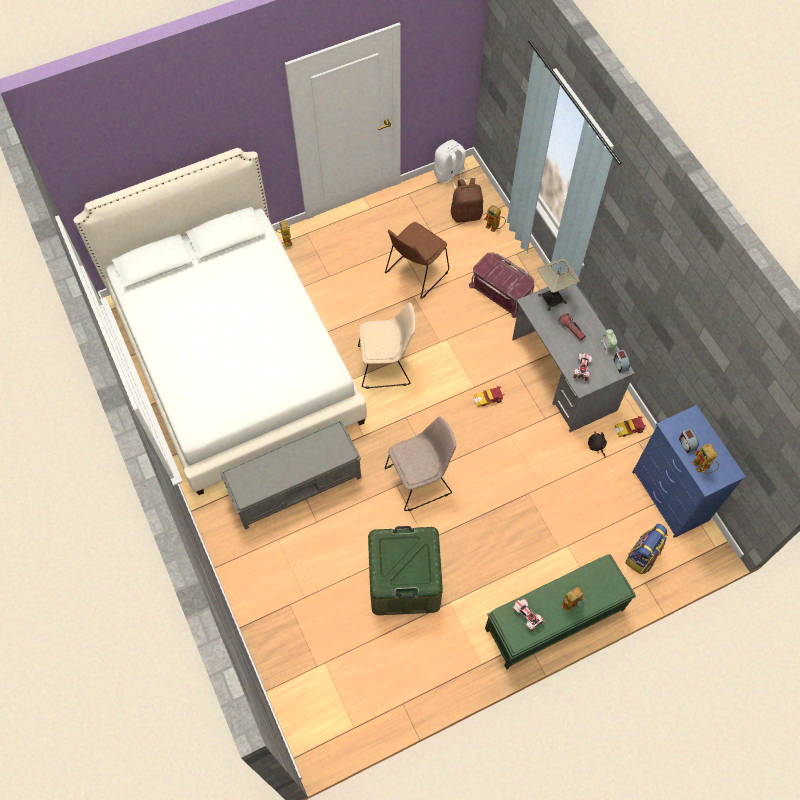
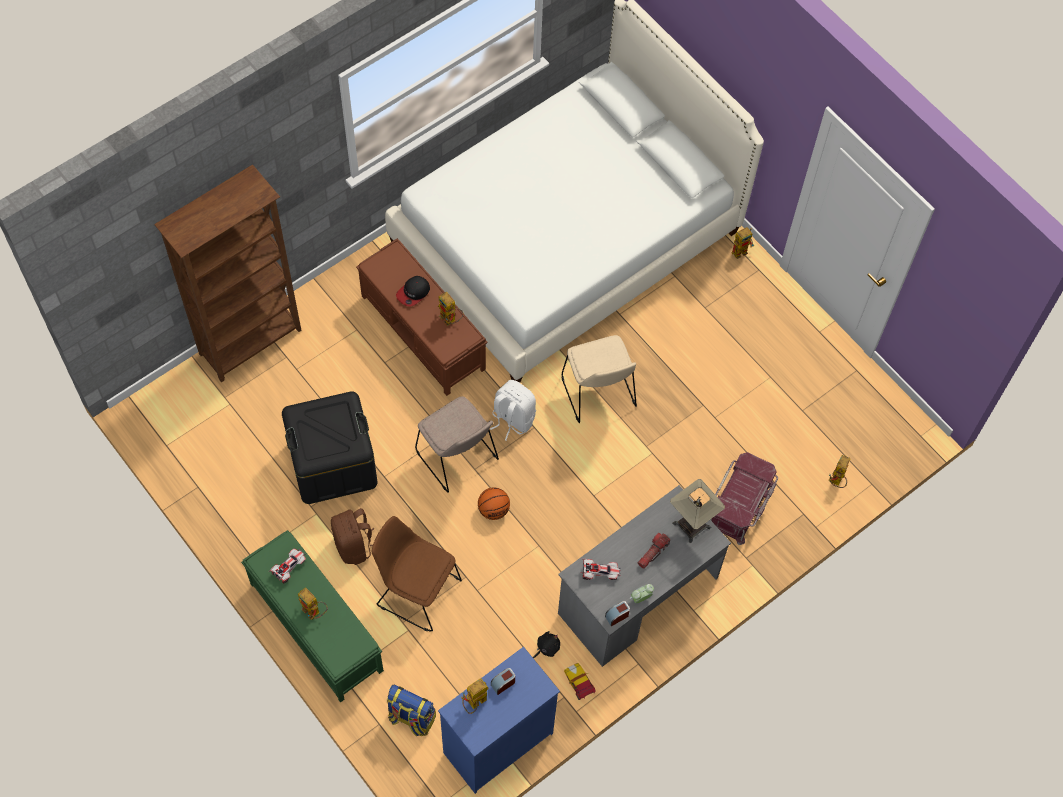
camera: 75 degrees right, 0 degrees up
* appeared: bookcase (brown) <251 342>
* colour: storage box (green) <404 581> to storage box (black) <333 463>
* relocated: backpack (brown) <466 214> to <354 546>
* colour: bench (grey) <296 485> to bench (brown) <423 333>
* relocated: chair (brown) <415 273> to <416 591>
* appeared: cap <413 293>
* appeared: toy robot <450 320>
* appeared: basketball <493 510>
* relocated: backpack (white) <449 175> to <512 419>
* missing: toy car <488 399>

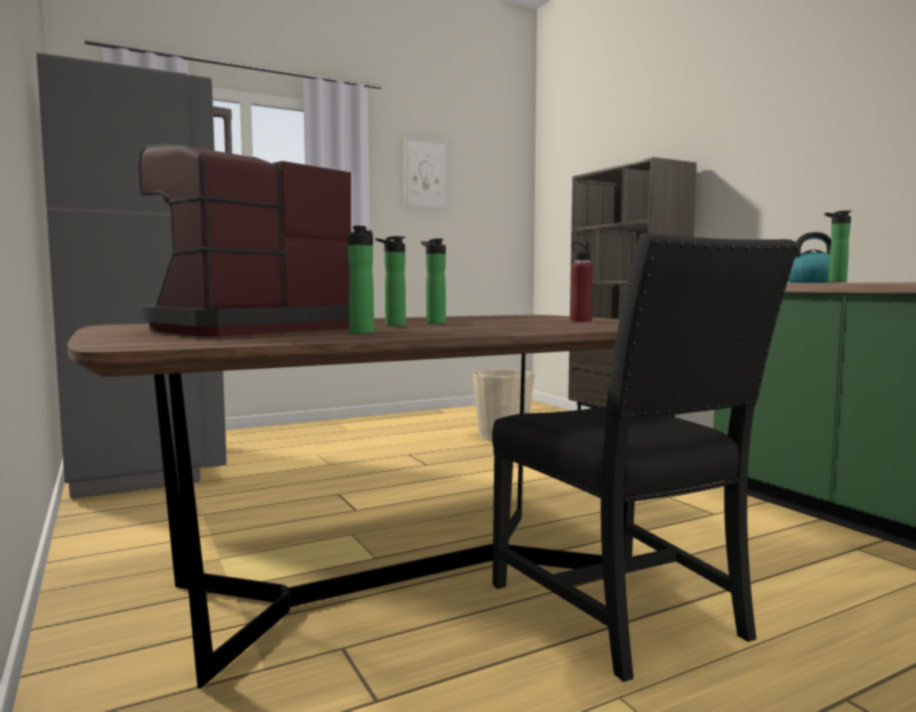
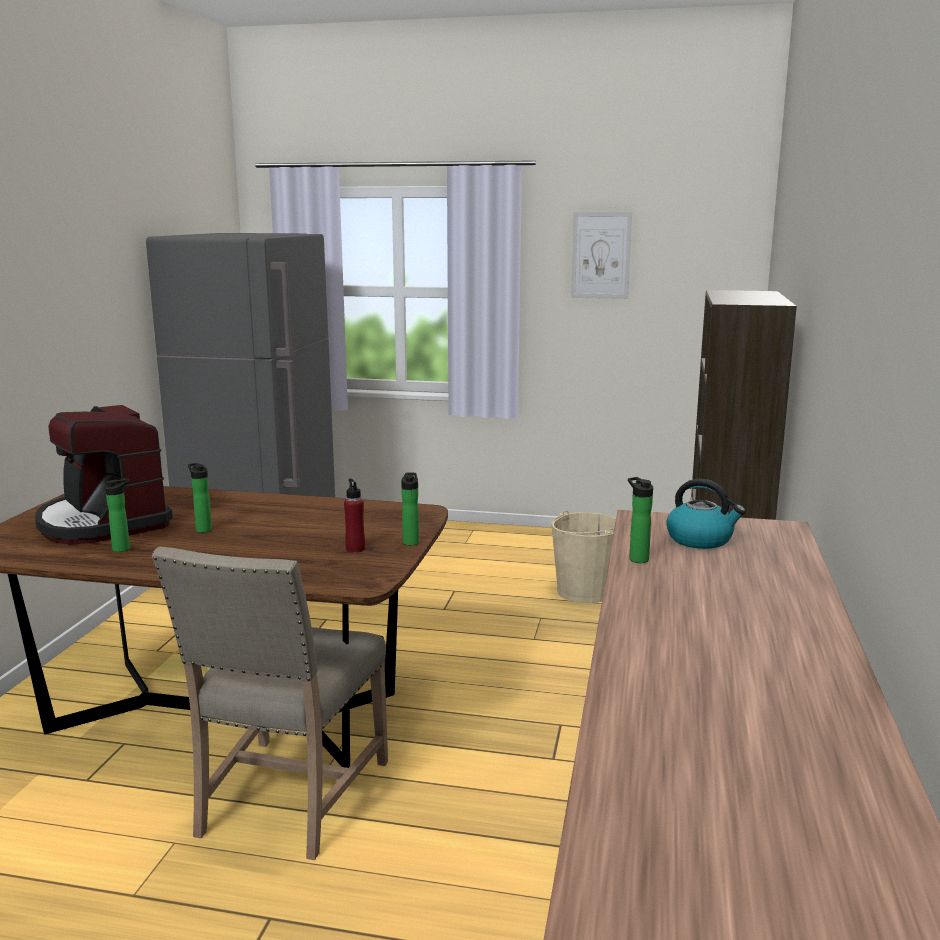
camera: 40 degrees right, 10 degrees up
* spun: coffee machine <247 330> = <103 523> 120 degrees counterclockwise
* colour: chair (black) <624 612> to chair (beige) <288 799>
* relocated: bottle <434 323> to <411 542>

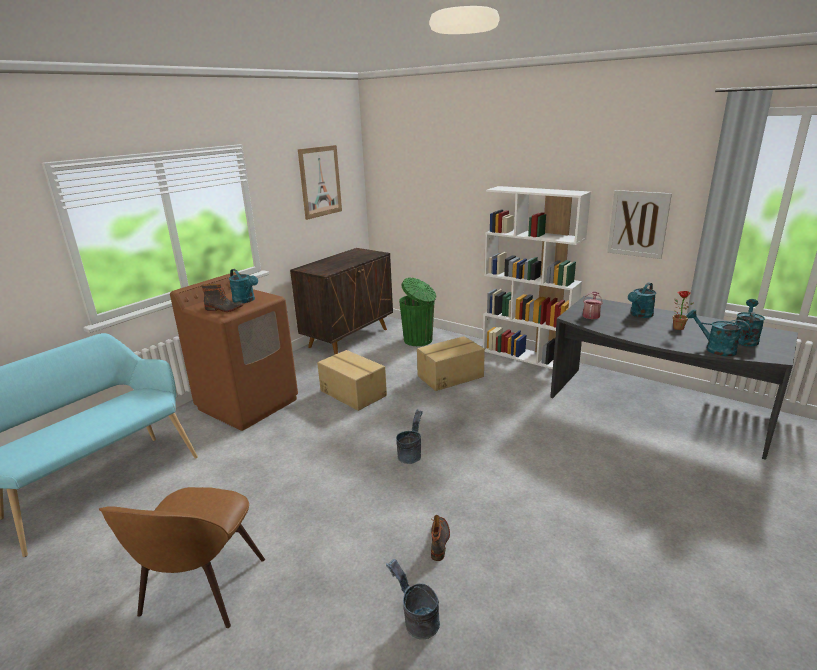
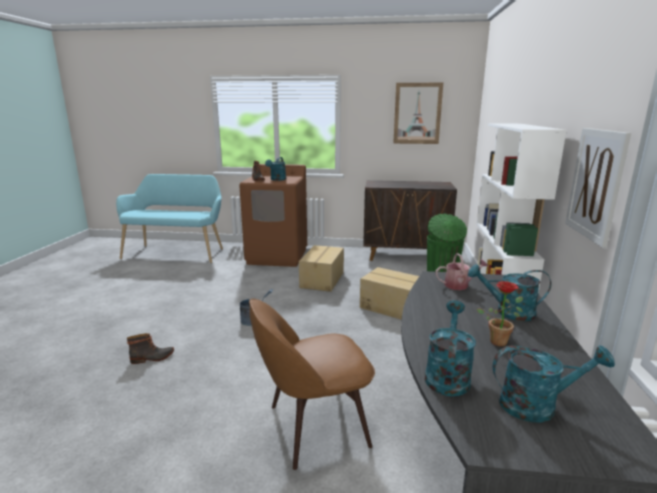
camera: 60 degrees right, 5 degrees down
* relocated: chair (brown) <201 590> to <313 426>
* missing: bucket (grey) <416 620>

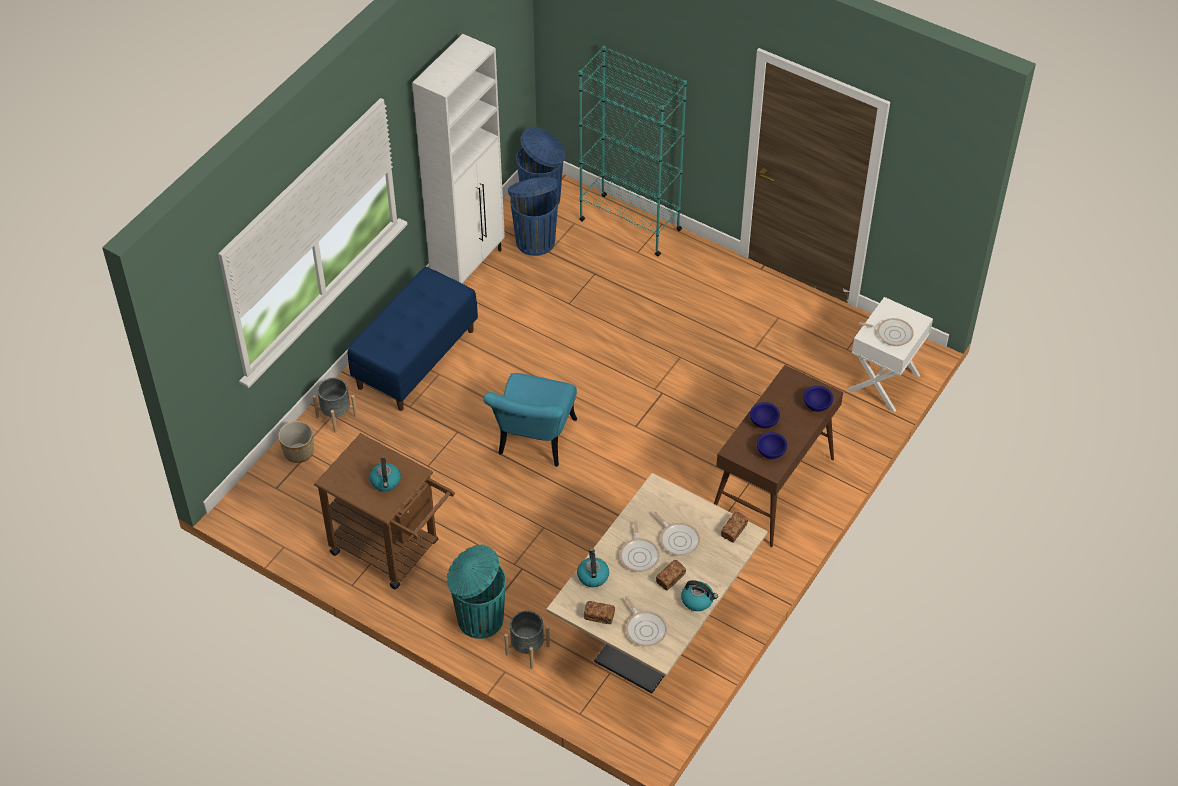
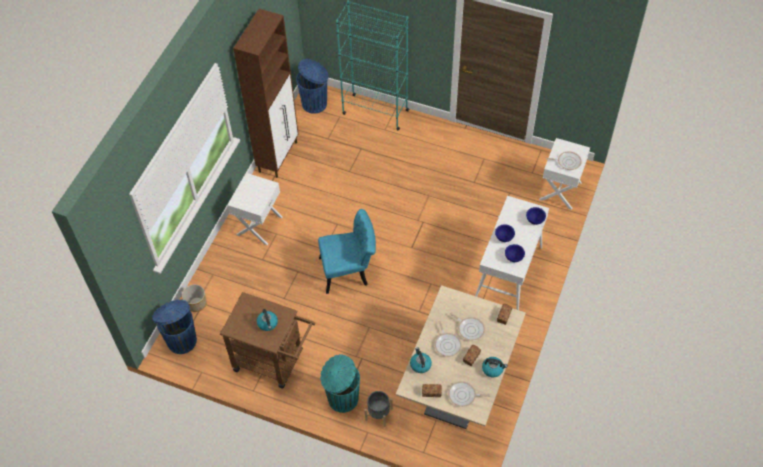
camera: 10 degrees left, 5 degrees up
* relocated: trash can (blue) <535 240> to <181 340>
* exchanged: bench (blue) <416 358> to nightstand (white) <258 225>
* colour: cabinet (white) <469 266> to cabinet (brown) <278 156>
* spun: chair (turquoise) <534 443> = <349 271> 105 degrees counterclockwise
* spun: frying pan <645 628> = <463 395> 135 degrees clockwise
* colour: console table (brown) <772 488> to console table (white) <508 274>
* missing: planter (grey) <336 416>

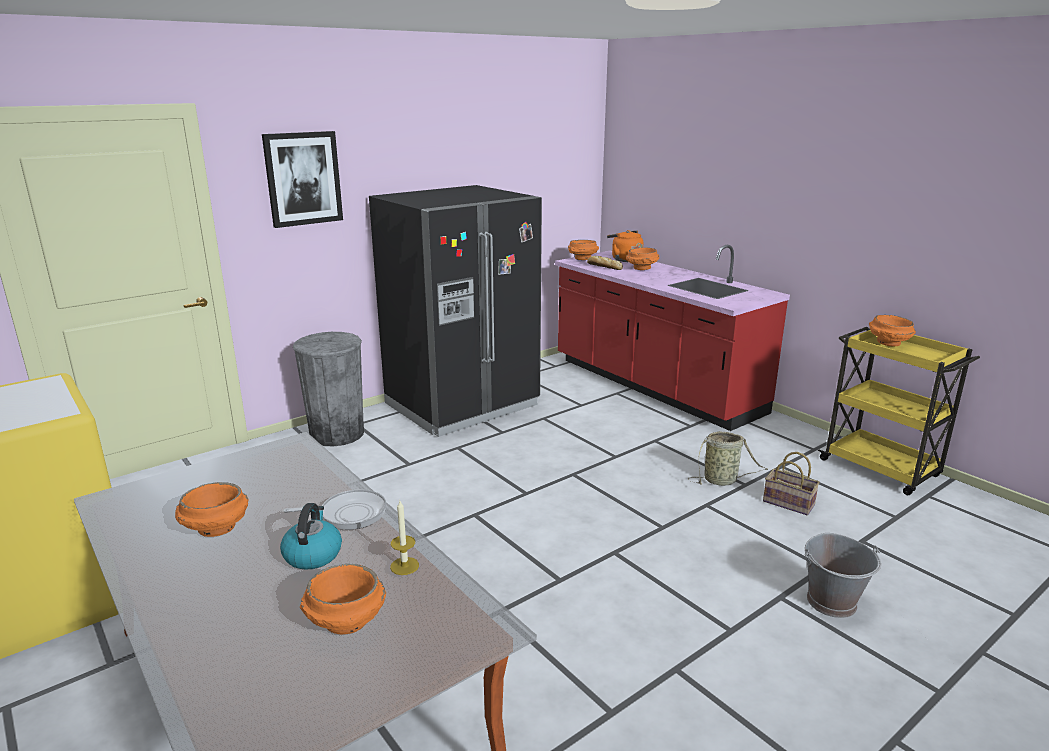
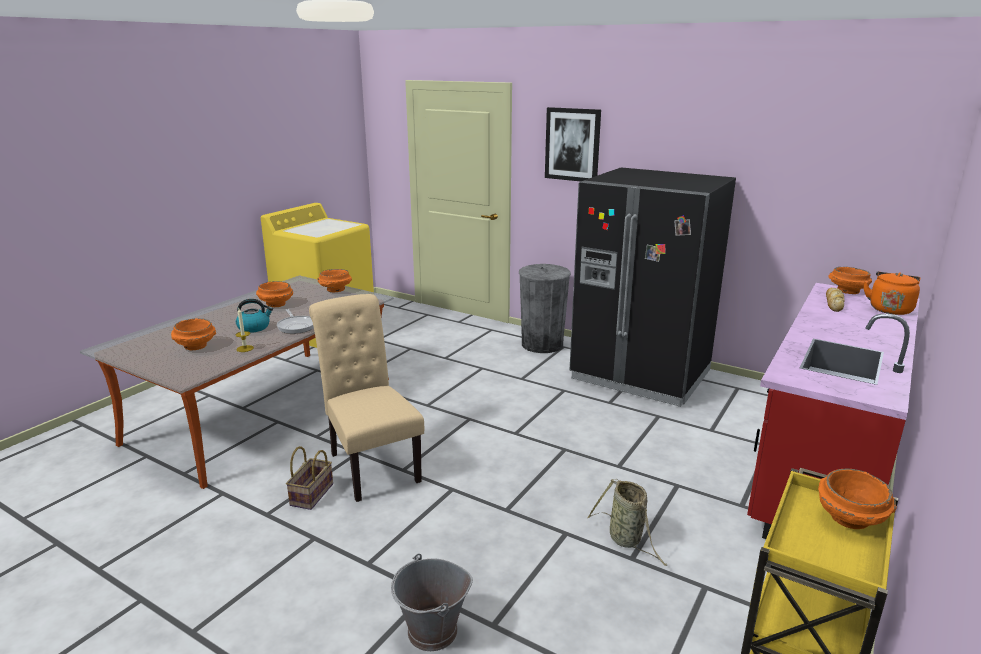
camera: 70 degrees right, 0 degrees up
* relocated: basket <790 503> to <312 495>
* appeared: chair (beige) <371 464>
* relocated: bowl (orange) <642 268> to <335 290>

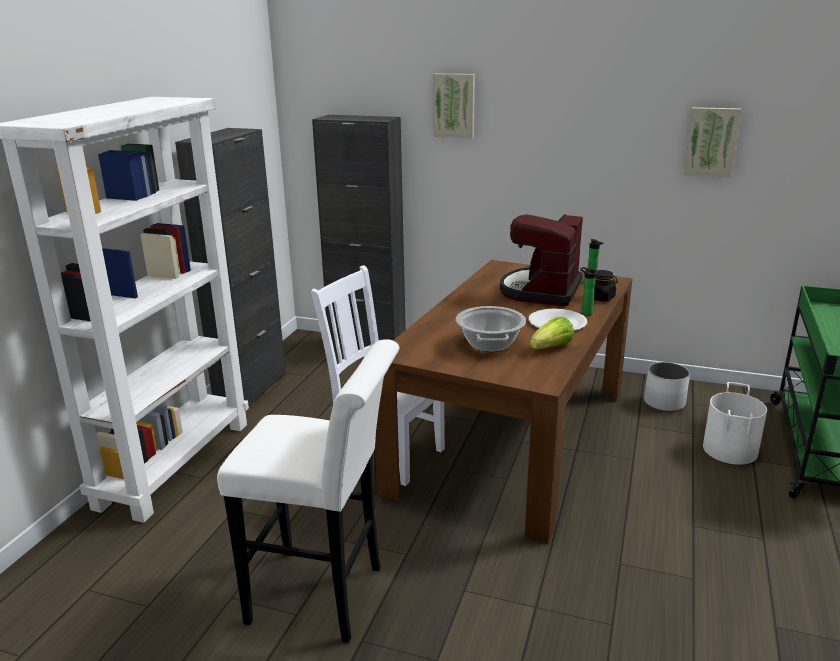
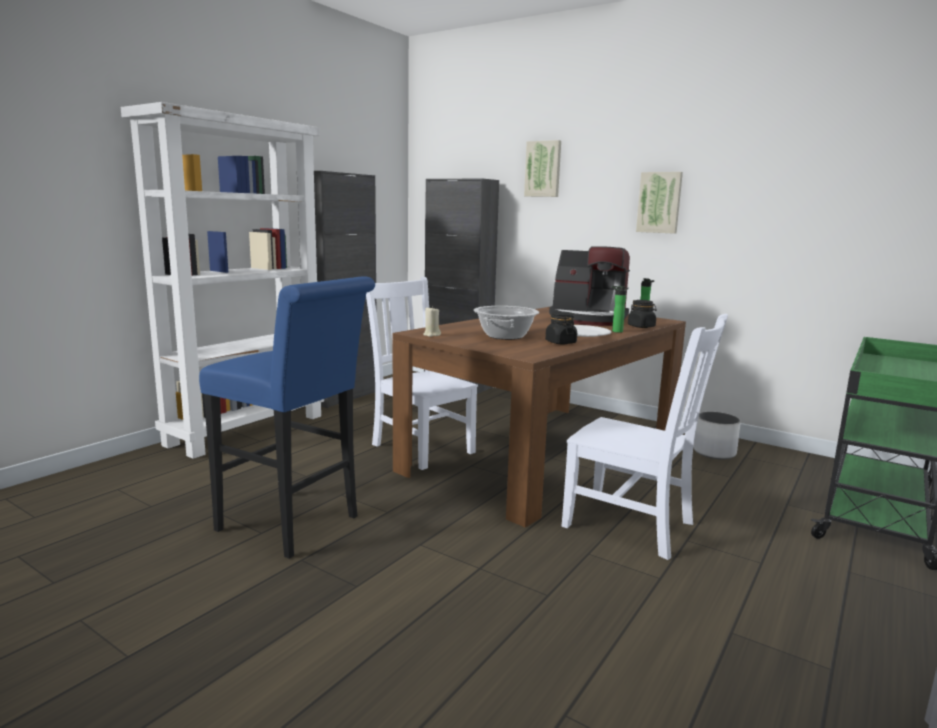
camera: 15 degrees right, 10 degrees down
* colour: stool (white) <326 596> to stool (blue) <295 526>
* appeared: candle (beige) <431 335>
* exchanged: lettuce <552 348> to jar (black) <560 342>
* spun: coffee machine <541 290> = <588 319> 105 degrees counterclockwise
* appeared: chair (white) <632 526>
* relocated: picture <711 142> to <659 202>
* missing: bucket (white) <729 449>

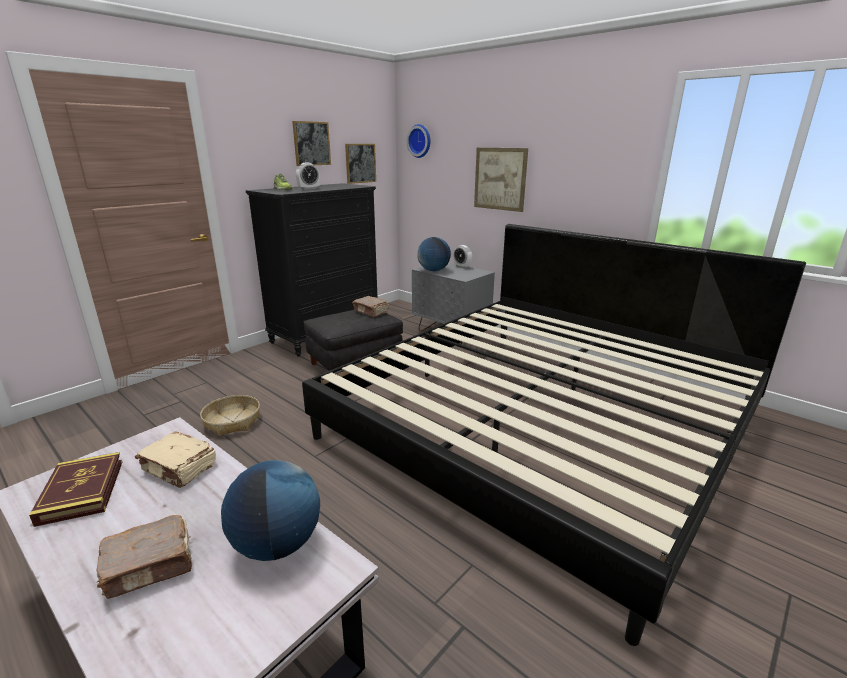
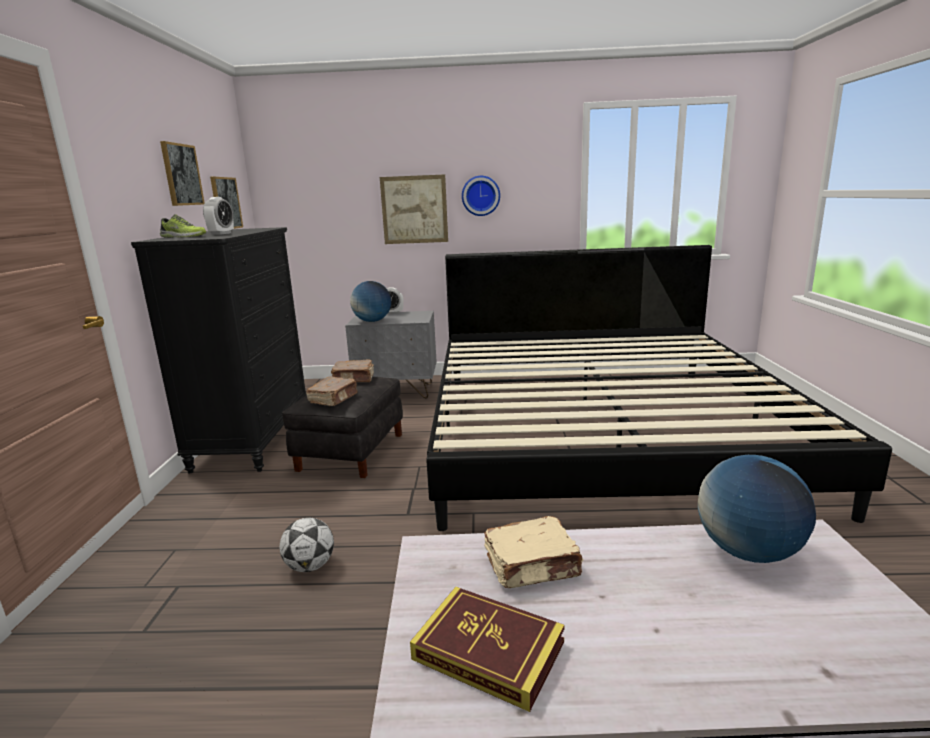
camera: 40 degrees left, 5 degrees down
* exchanged: basket <232 421> to football <310 566>
* relocated: book (brown) <151 566> to <334 399>
* relocated: wall clock <420 141> to <480 196>

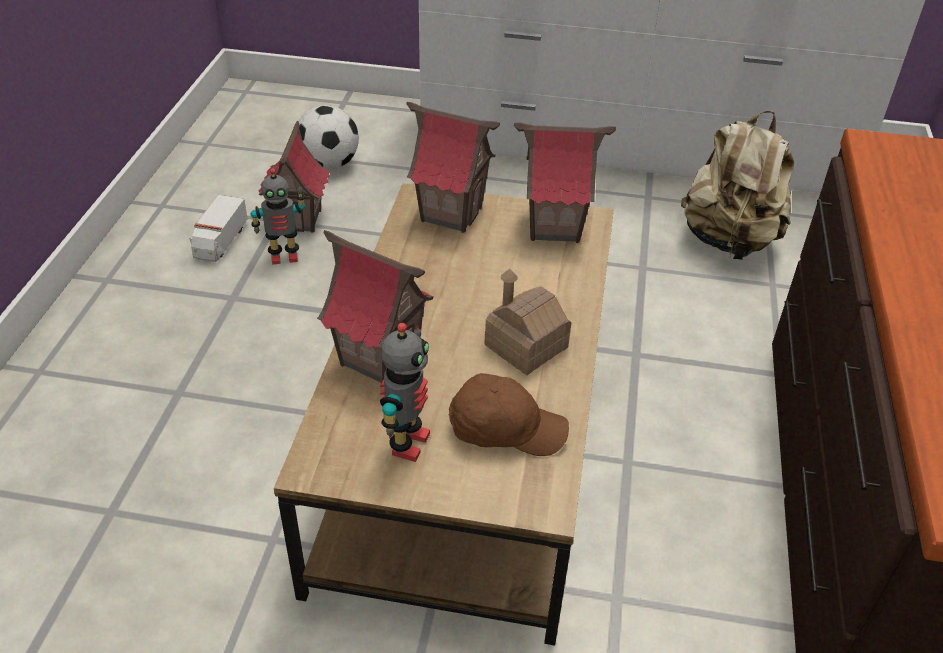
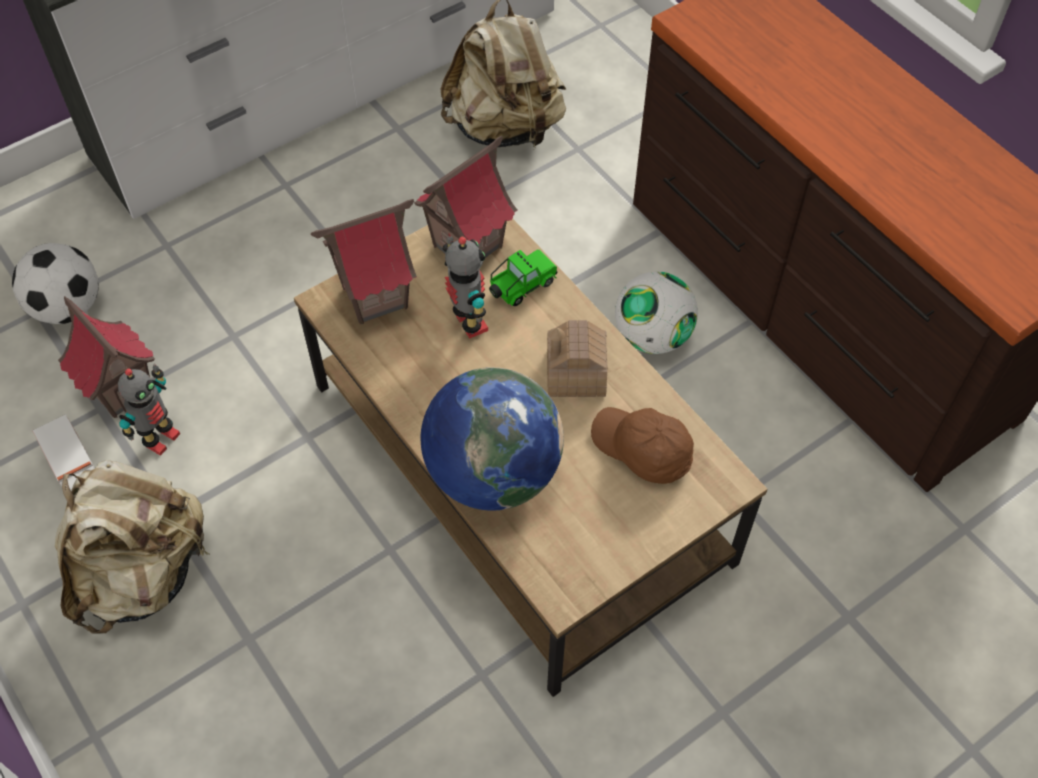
camera: 45 degrees left, 15 degrees up
* appeared: backpack (beige) <143 573>
* exchanged: toy house <379 358> to globe <493 473>
* relocated: toy robot <407 443> to <468 324>
* appeared: toy car <521 287>
* spun: cap (brown) <505 428> = <642 450> 105 degrees counterclockwise
* appeared: football <652 336>

